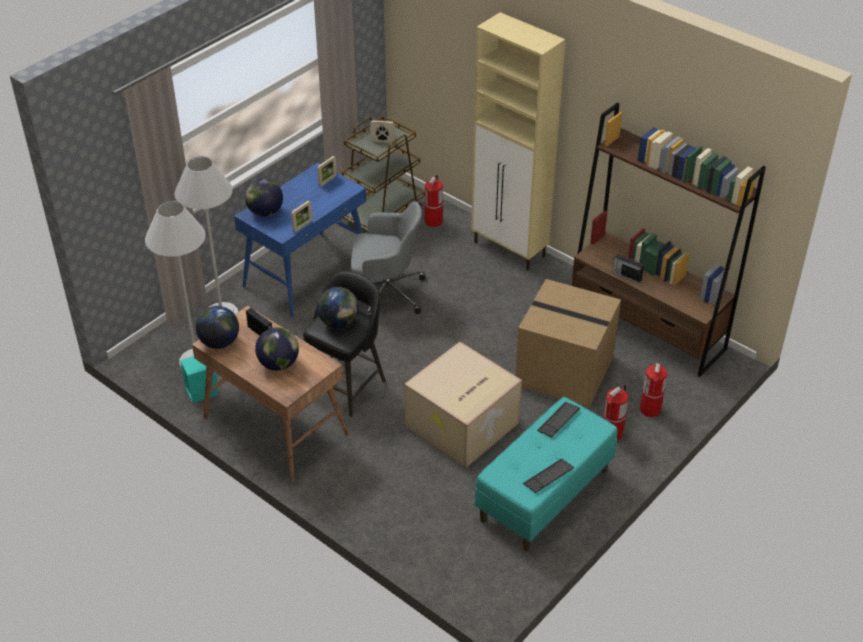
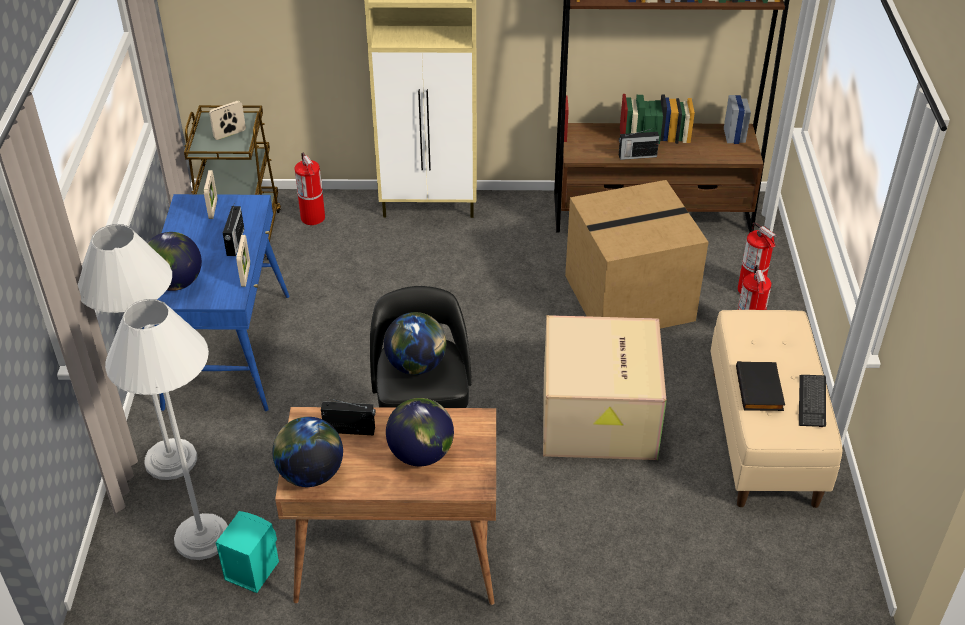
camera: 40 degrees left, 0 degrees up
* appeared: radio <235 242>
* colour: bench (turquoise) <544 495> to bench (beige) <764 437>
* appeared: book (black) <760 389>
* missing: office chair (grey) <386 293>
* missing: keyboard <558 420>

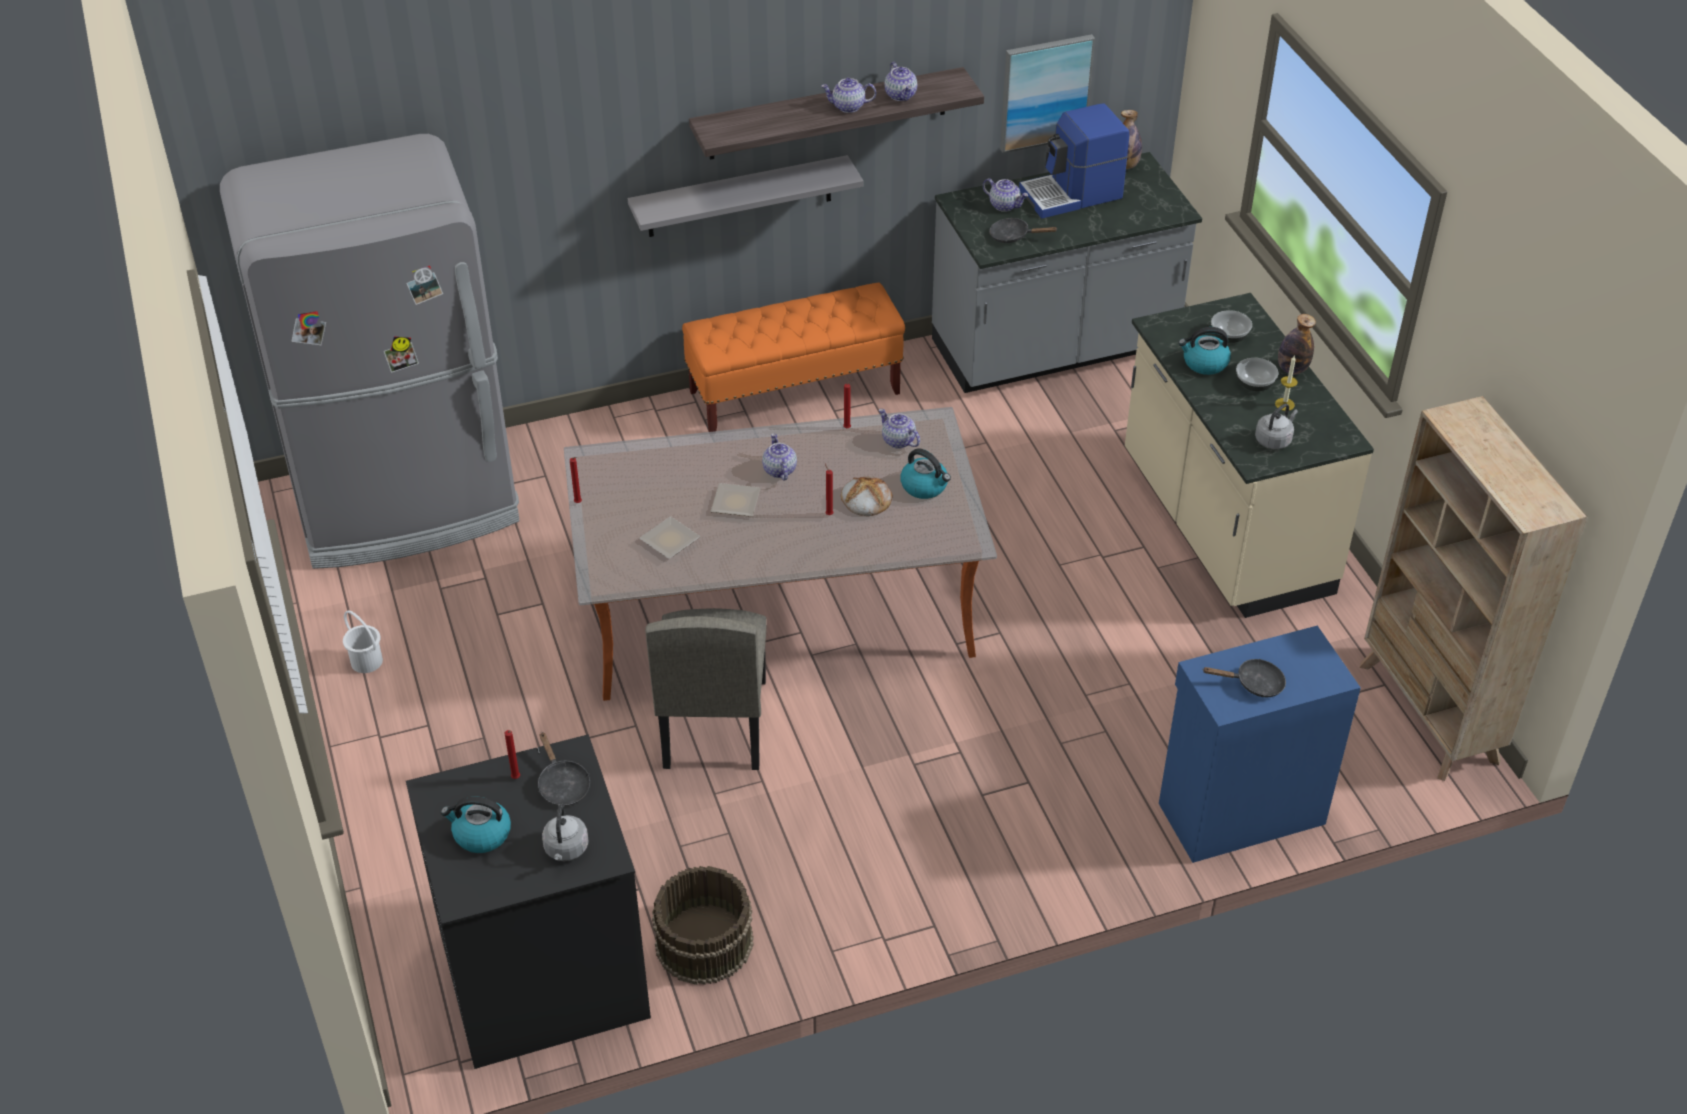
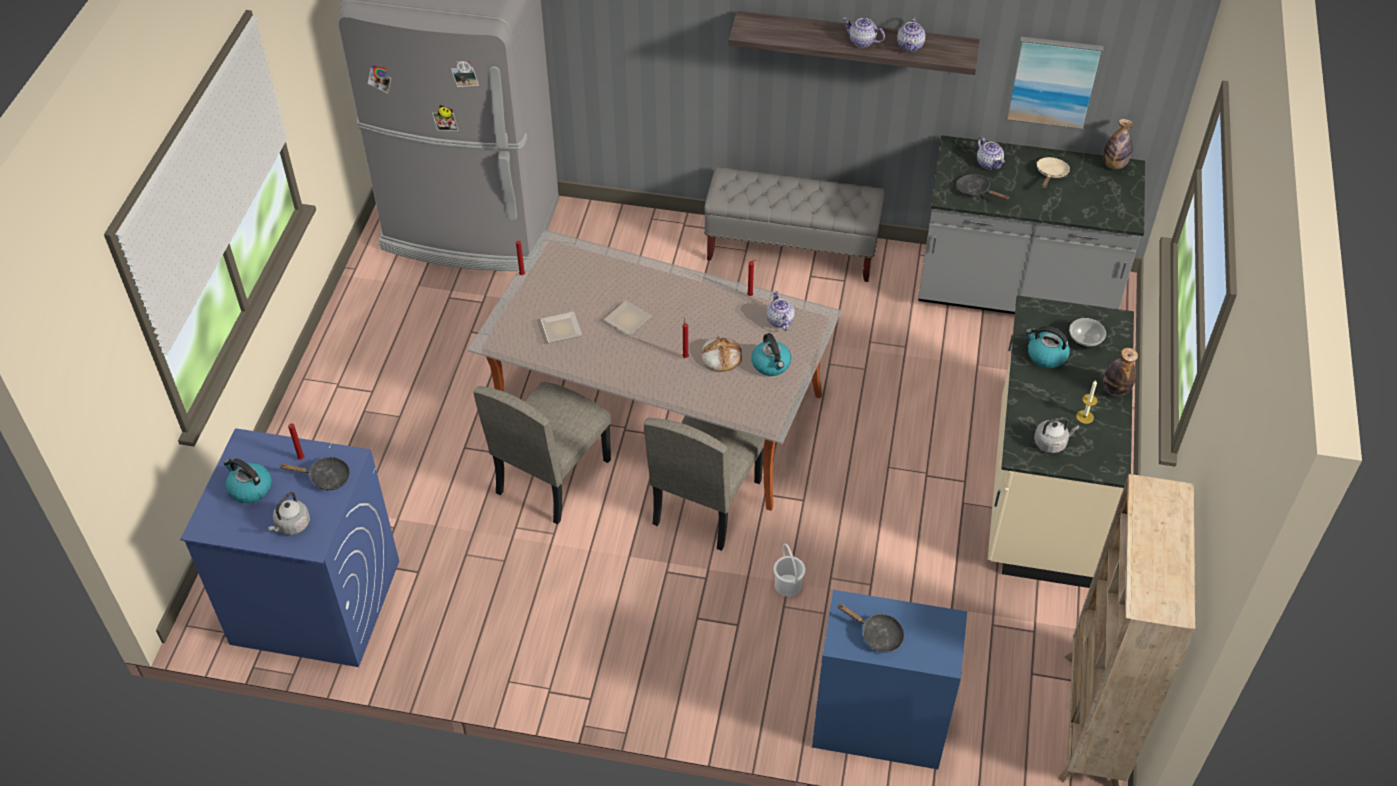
camera: 30 degrees right, 5 degrees up
* colour: washing machine (black) <542 976> to washing machine (blue) <314 602>
* spun: frying pan (black) <562 784> = <325 478> 90 degrees counterclockwise
* appeared: chair (beige) <706 502>
* colour: bench (orange) <795 393> to bench (grey) <792 251>
* relocated: bucket (white) <366 662> to <787 585>
* exchanged: coffee machine <1072 195> to frying pan (beige) <1051 174>
* missing: shelf (grey) <739 197>
* missing: bucket (brown) <703 942>
* missing: teapot <779 470>
* missing: bowl <1255 385>

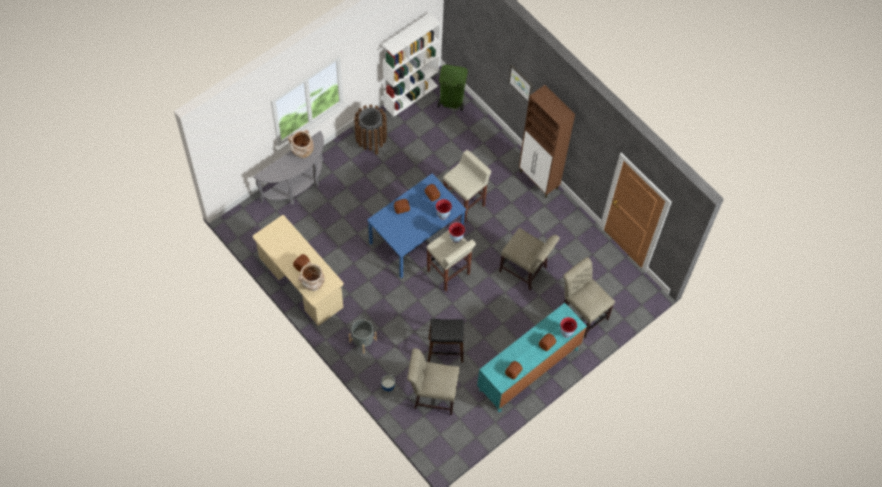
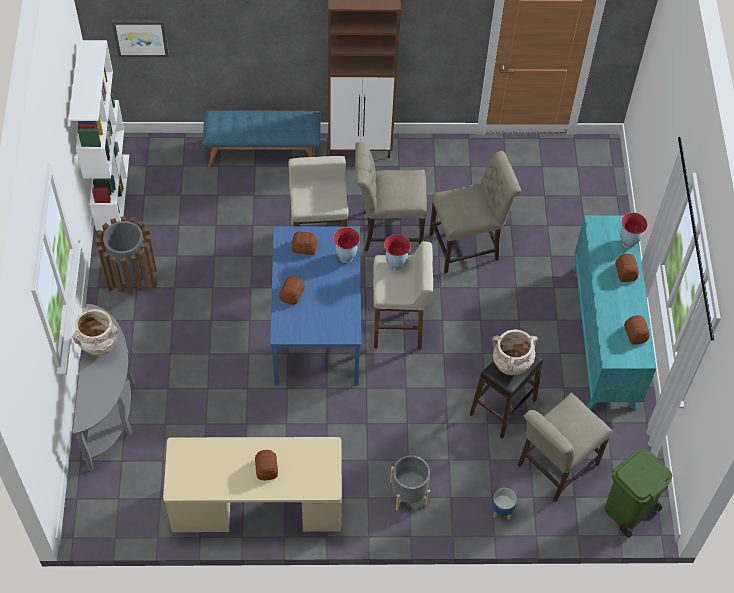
camera: 50 degrees left, 5 degrees down
* relocated: picture <521 83> to <140 37>
* appeared: bench (blue) <263 151>
* relocated: chair (beige) <582 313> to <388 230>
* relocated: vase (beige) <312 285> to <510 368>
* relocated: trash can (green) <451 100> to <628 510>

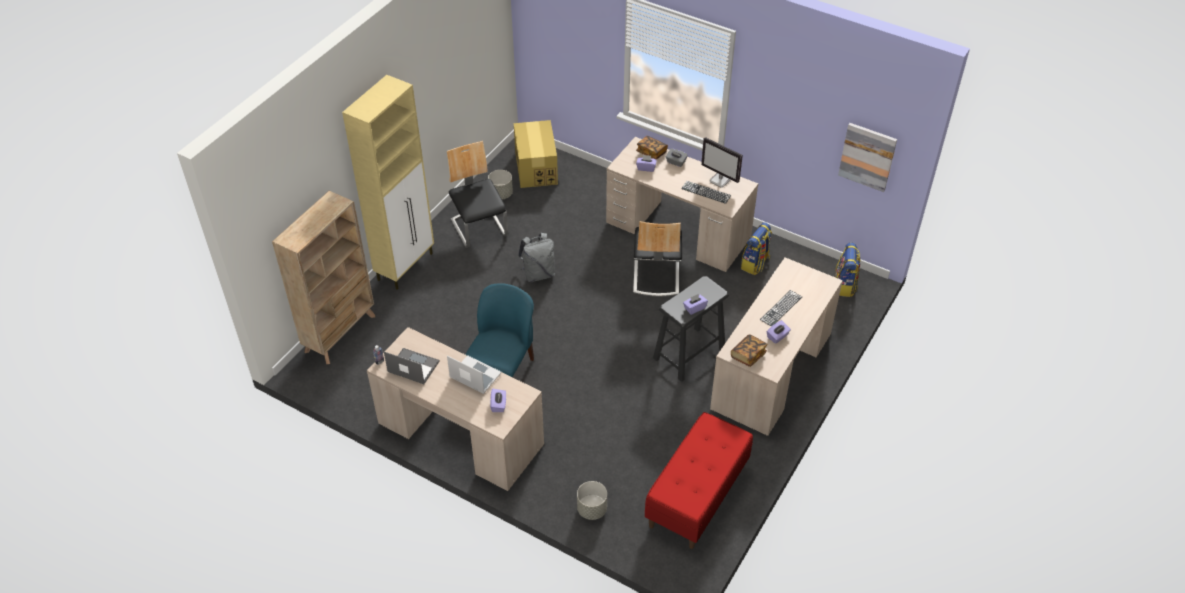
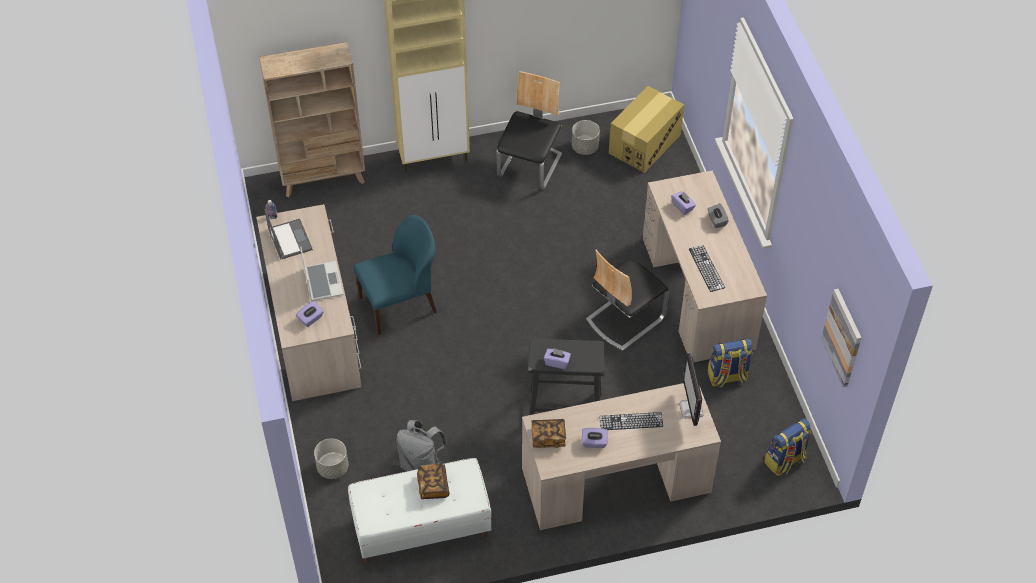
camera: 45 degrees right, 5 degrees up
* colour: bench (red) <697 496> to bench (white) <421 528>
* relocated: backpack (grey) <538 274> to <421 464>
* relocated: book <651 152> to <433 486>
* relocated: monitor <720 180> to <691 409>

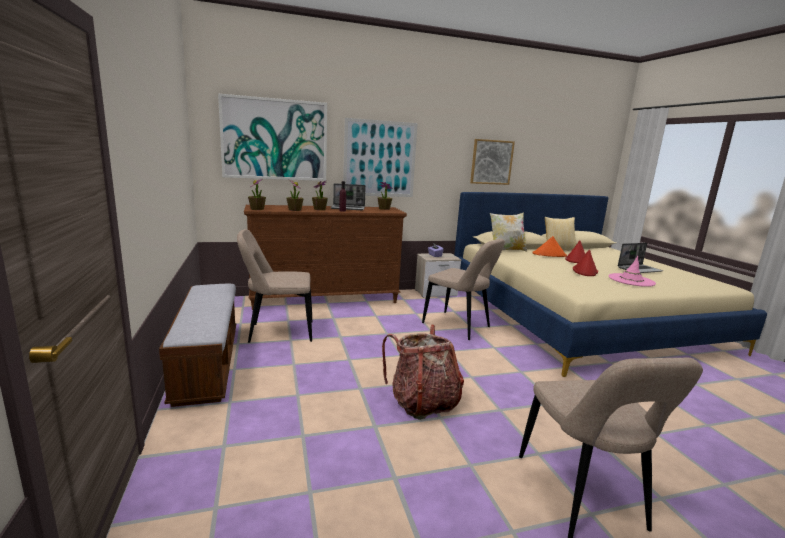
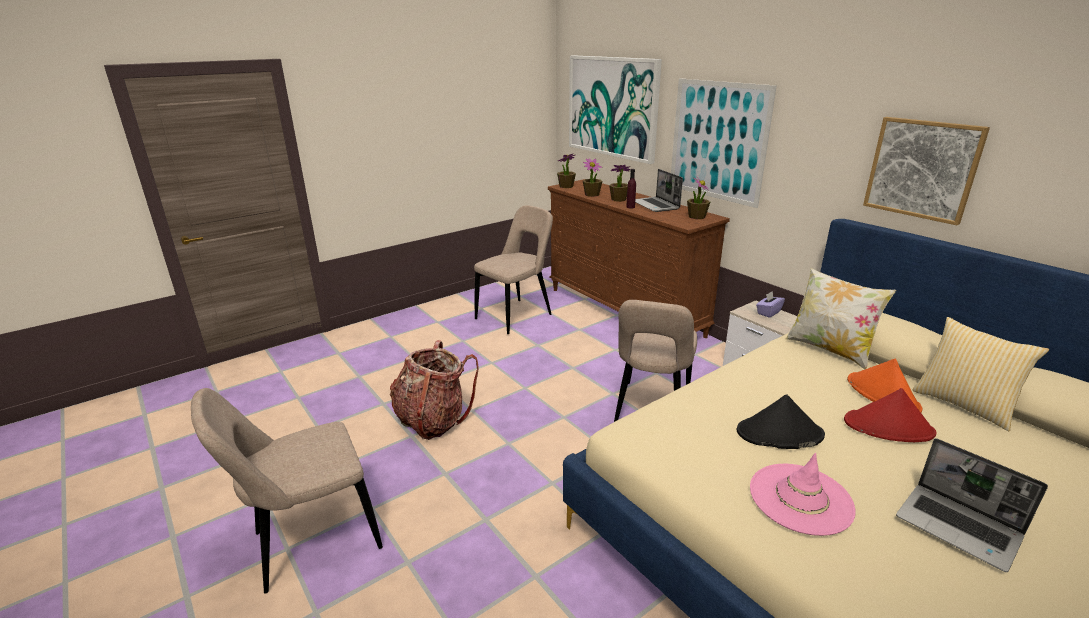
camera: 70 degrees right, 10 degrees up
* spun: chair (beige) <278 332> = <516 315> 75 degrees clockwise
* colour: hat (red) <585 271> to hat (black) <779 434>
* missing: bench <207 363>

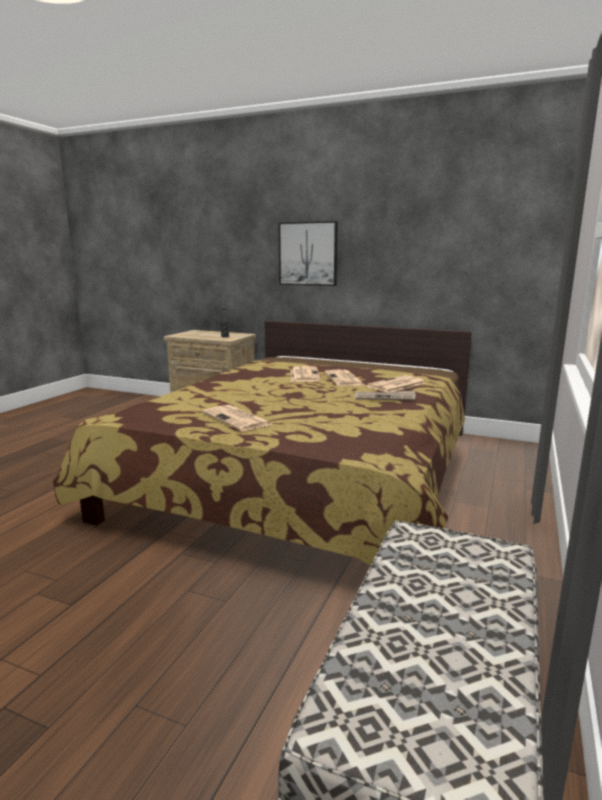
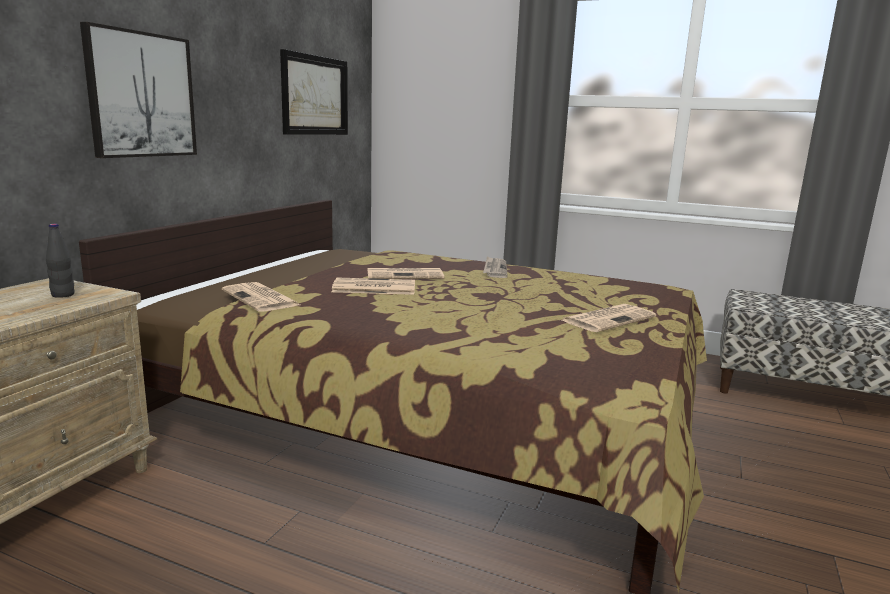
camera: 90 degrees left, 0 degrees up
* relocated: newspaper <395 385> to <261 298>
* appeared: picture <315 95>

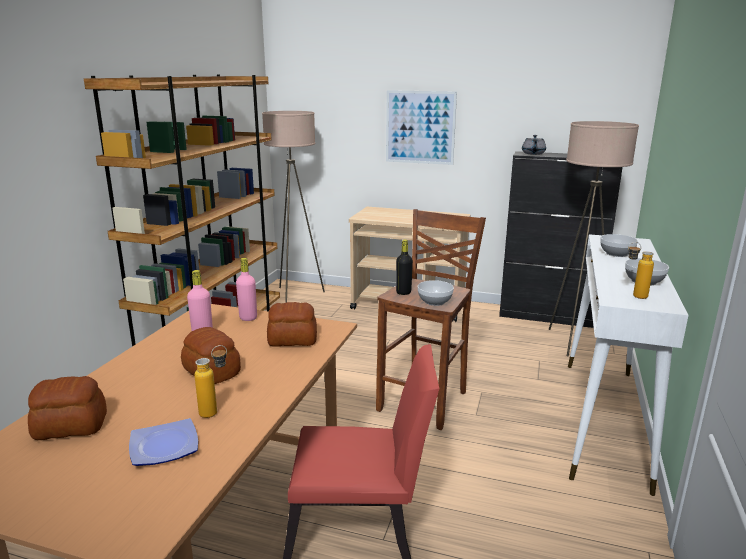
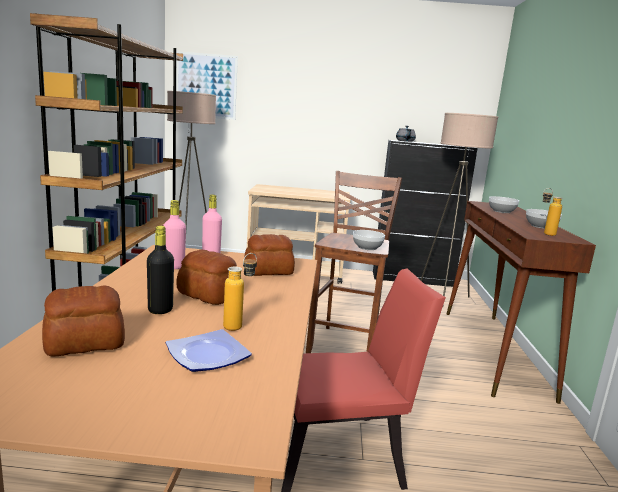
camera: 15 degrees left, 5 degrees down
* relocated: bottle (black) <403 292> to <160 310>
* relocated: picture <420 127> to <206 86>
* colour: console table (white) <603 420> to console table (brown) <493 351>

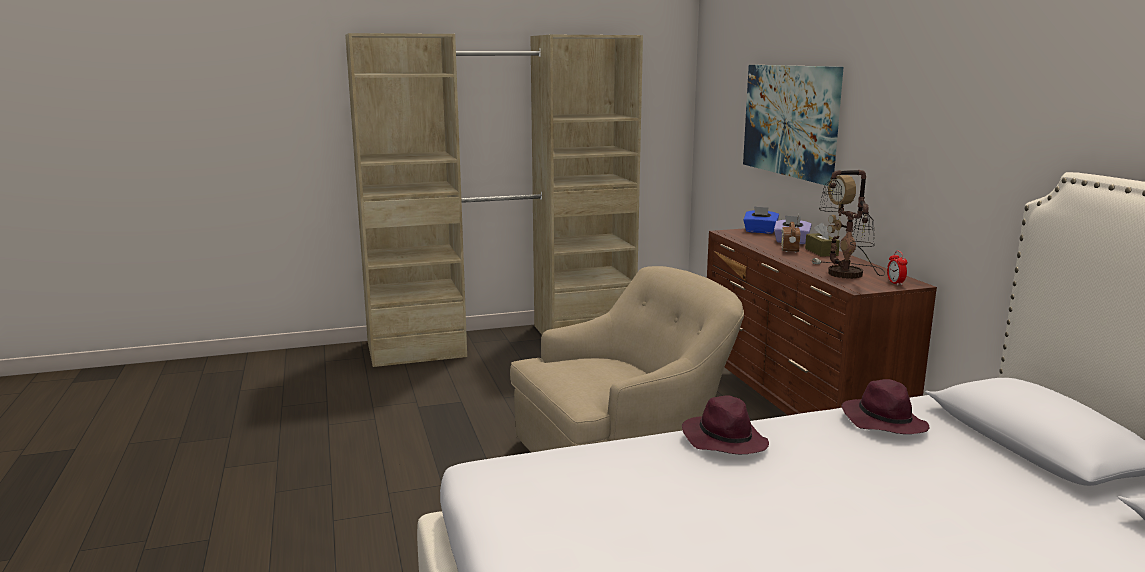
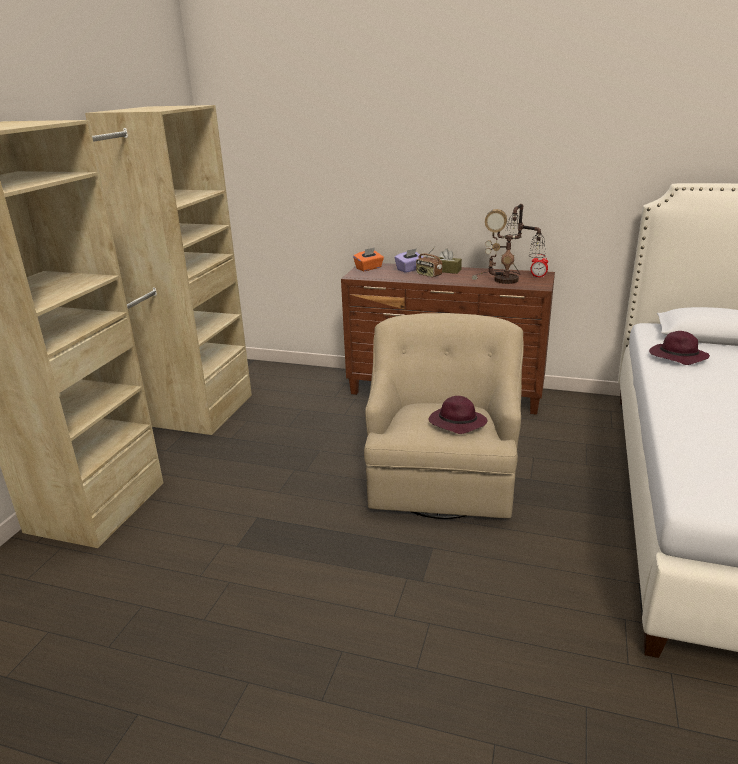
camera: 55 degrees left, 10 degrees up
* colour: tissue box (blue) <760 231> to tissue box (orange) <369 268>
* relocated: hat (purple) <723 440> to <456 423>
* missing: picture <790 120>

